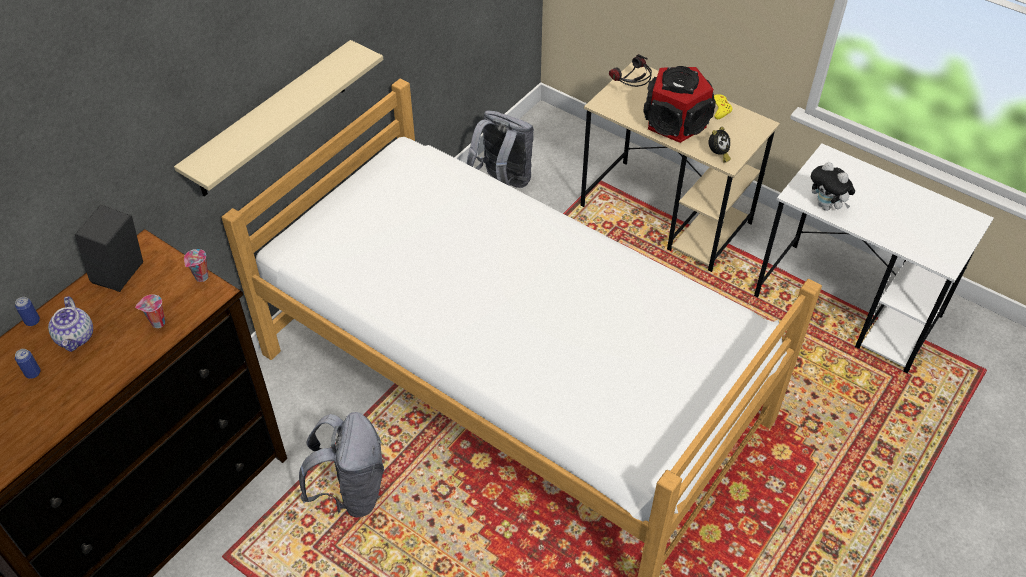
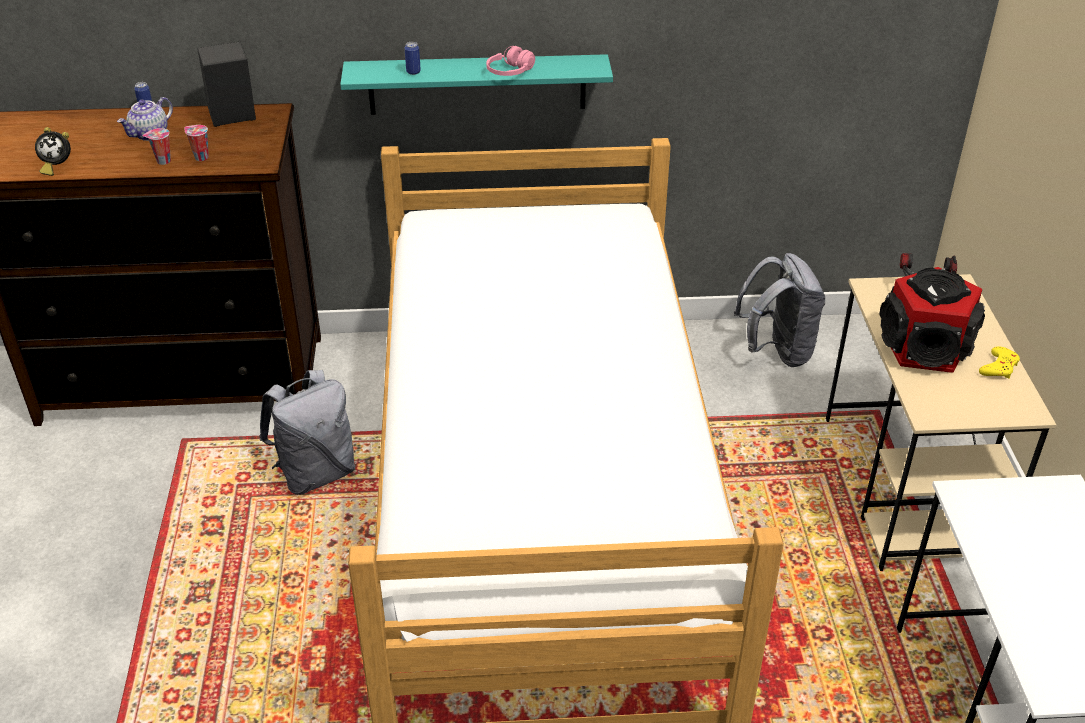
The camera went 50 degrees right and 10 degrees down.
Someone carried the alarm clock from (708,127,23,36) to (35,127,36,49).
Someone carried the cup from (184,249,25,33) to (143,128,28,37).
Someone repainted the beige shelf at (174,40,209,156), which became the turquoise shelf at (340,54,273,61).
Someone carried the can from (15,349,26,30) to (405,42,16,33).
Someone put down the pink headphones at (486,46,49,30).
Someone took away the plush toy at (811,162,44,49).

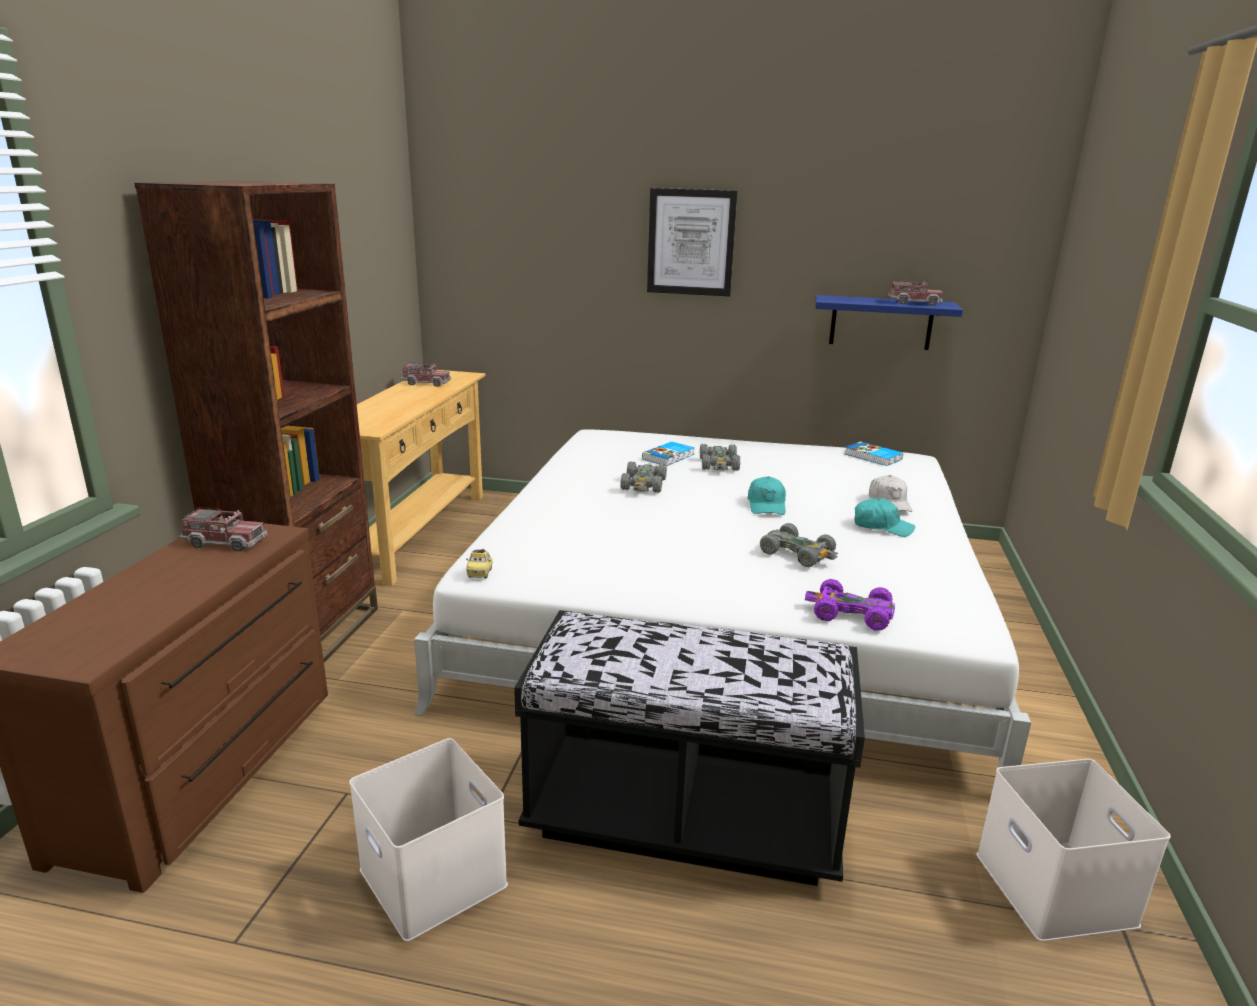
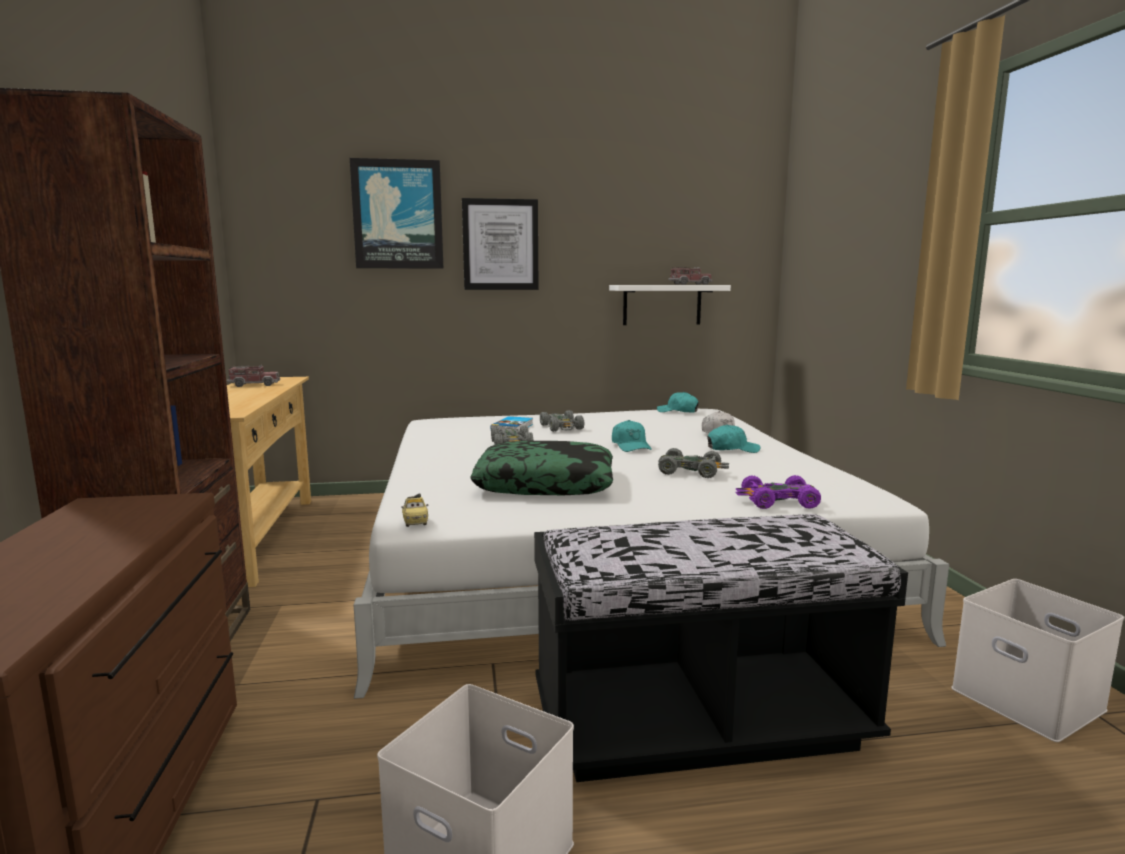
The camera went 20 degrees left and 10 degrees down.
Someone put up the picture at (350,158,94,111).
Someone put down the pillow at (470,441,143,54).
Someone repainted the blue shelf at (815,295,148,55), which became the white shelf at (609,285,122,40).
Someone swapped the book at (844,441,59,25) for the turquoise cap at (657,392,42,21).
Someone took away the toy truck at (180,507,88,45).

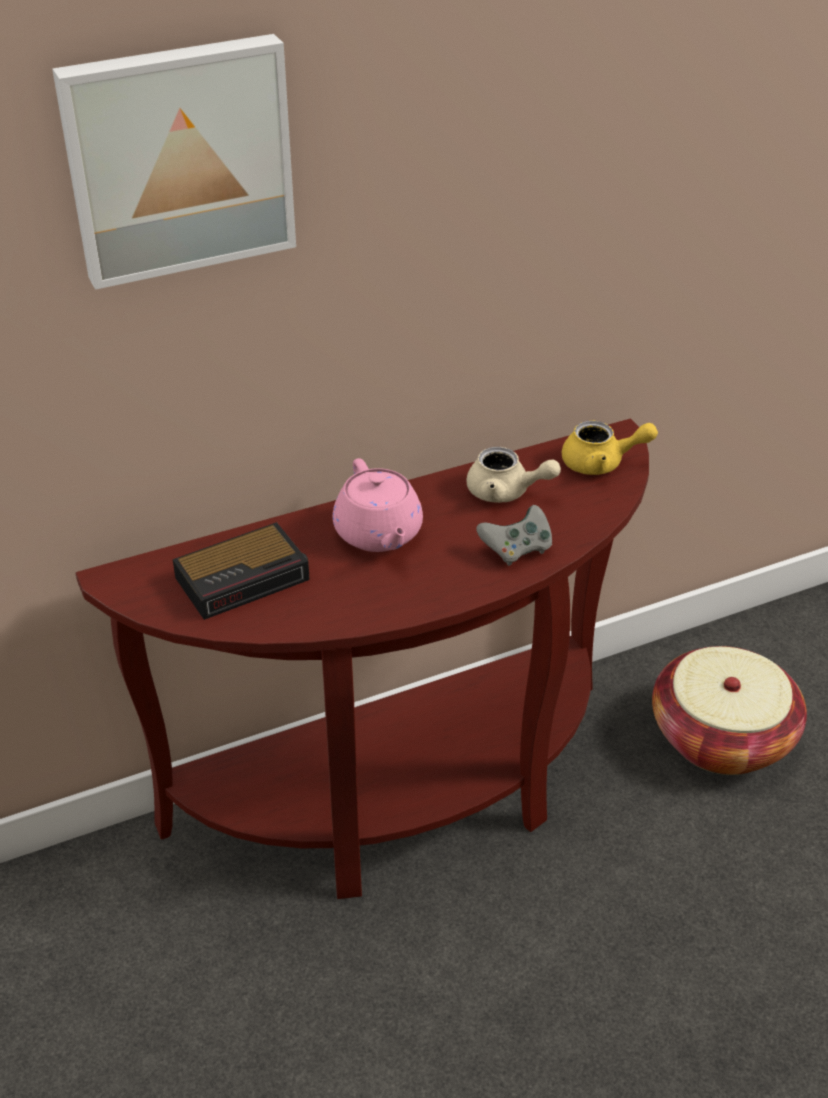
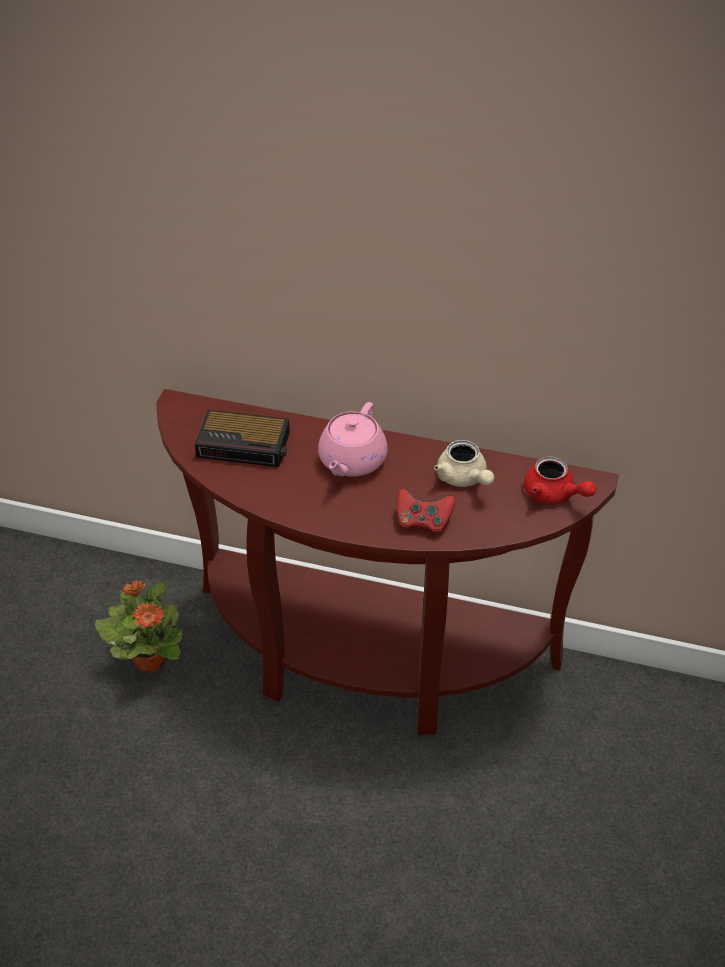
The camera went 40 degrees right and 5 degrees up.
Someone put down the potted plant at (95,580,87,92).
Someone repainted the grey game controller at (476,505,76,61), which became the red game controller at (397,489,58,45).
Someone repainted the yellow teapot at (562,421,96,54), which became the red teapot at (524,456,73,48).
Someone took away the picture at (52,34,244,256).
Someone took away the basket at (652,646,155,129).

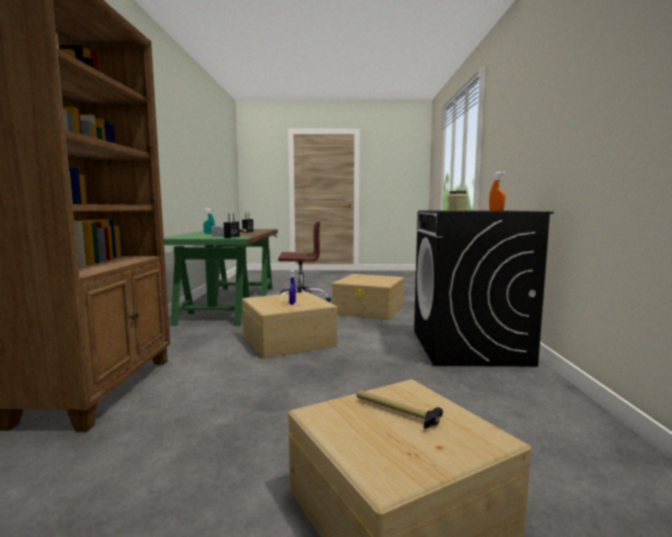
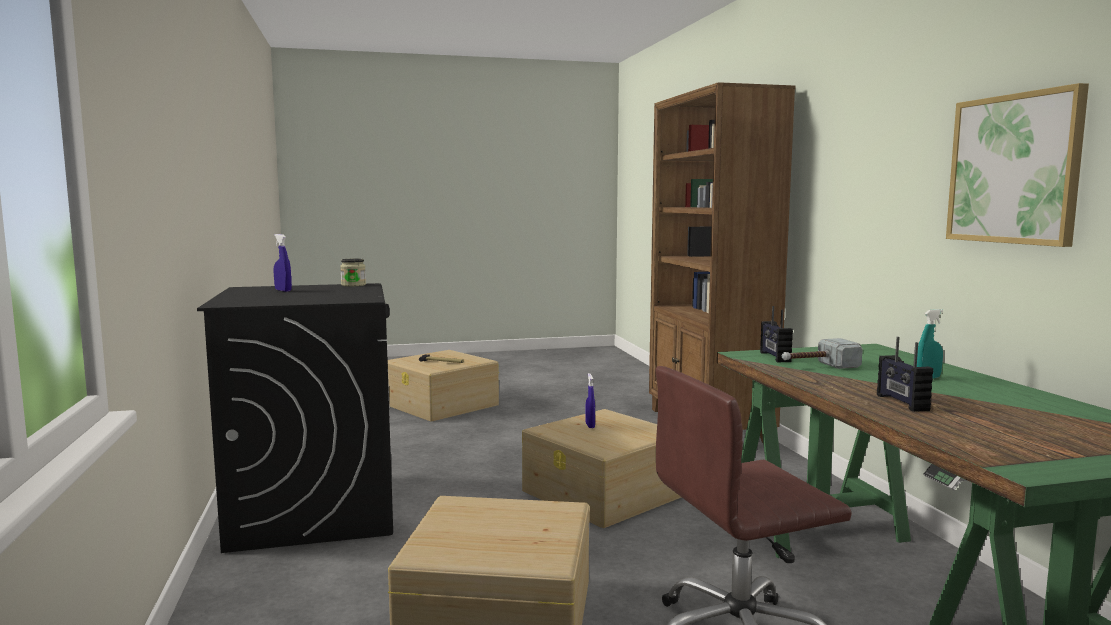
The camera went 165 degrees right and 0 degrees up.
Someone repainted the orange spray bottle at (489,172,16,39), which became the blue spray bottle at (273,234,19,58).
Someone put up the picture at (946,83,143,164).

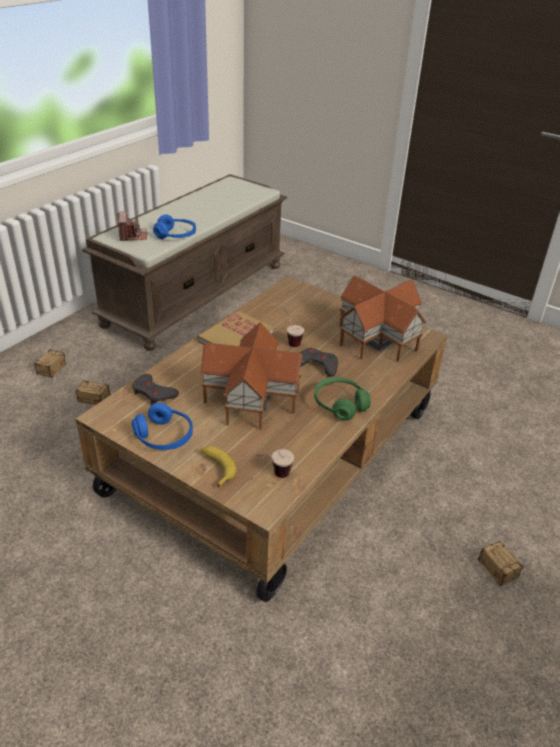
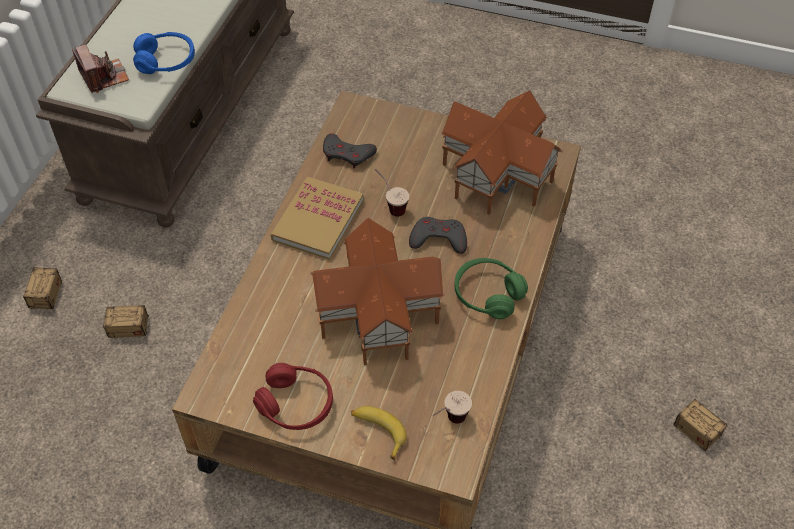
The camera went 15 degrees left and 15 degrees up.
Someone repainted the blue headphones at (132,403,61,47), which became the red headphones at (253,363,80,67).
Someone carried the grey game controller from (132,374,47,30) to (323,133,54,35).

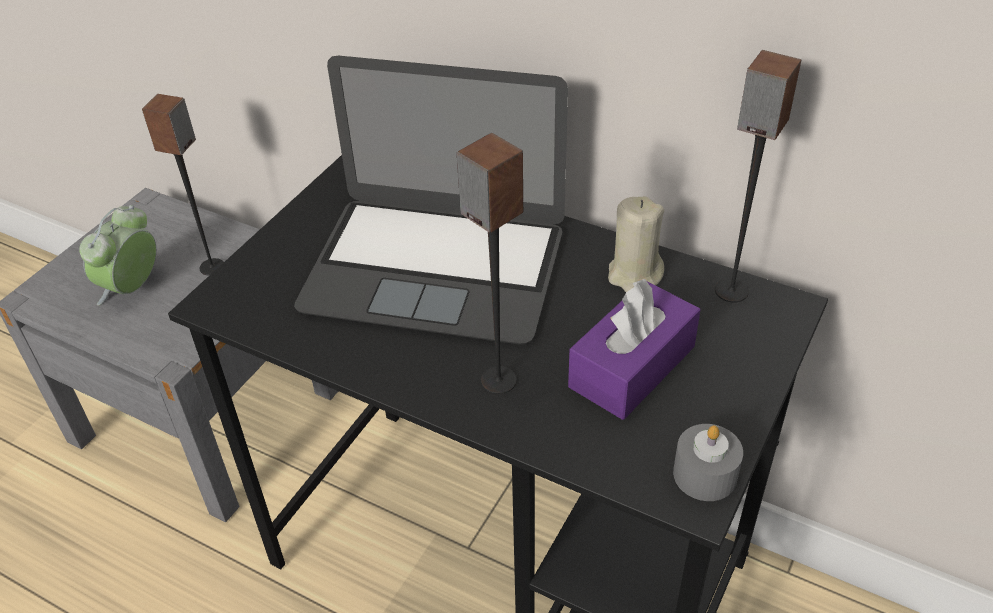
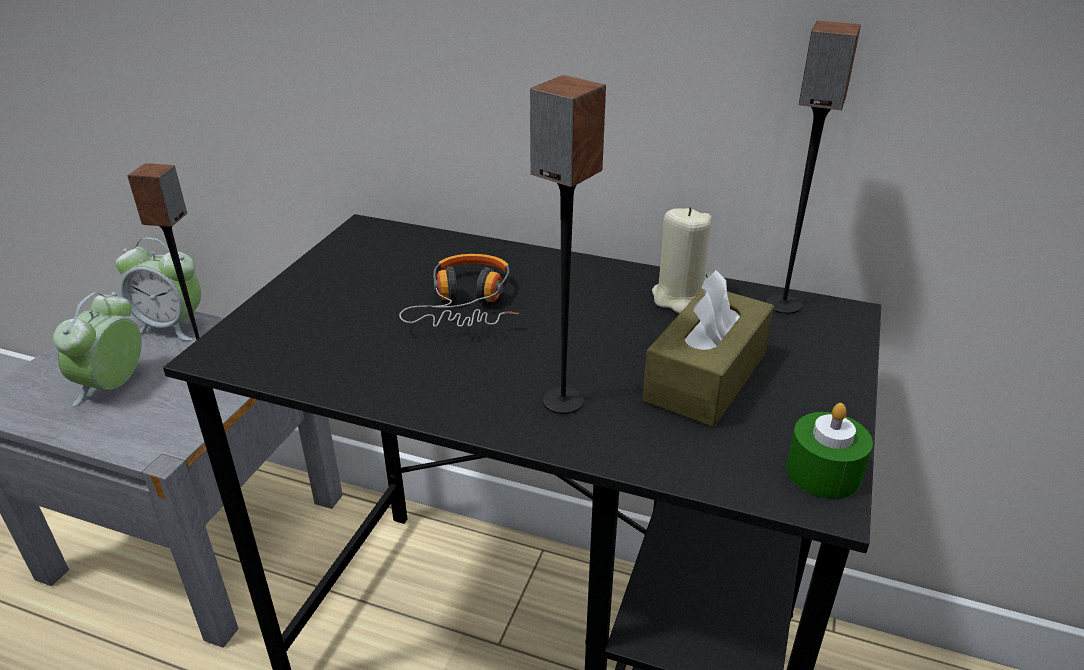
The camera went 10 degrees left and 10 degrees down.
Someone put down the alarm clock at (116,238,85,103).
Someone swapped the laptop at (294,56,274,288) for the headphones at (399,254,120,73).
Someone repainted the purple tissue box at (568,279,132,141), which became the brown tissue box at (643,269,131,158).
Someone repainted the grey candle at (673,424,70,77), which became the green candle at (786,403,87,96).

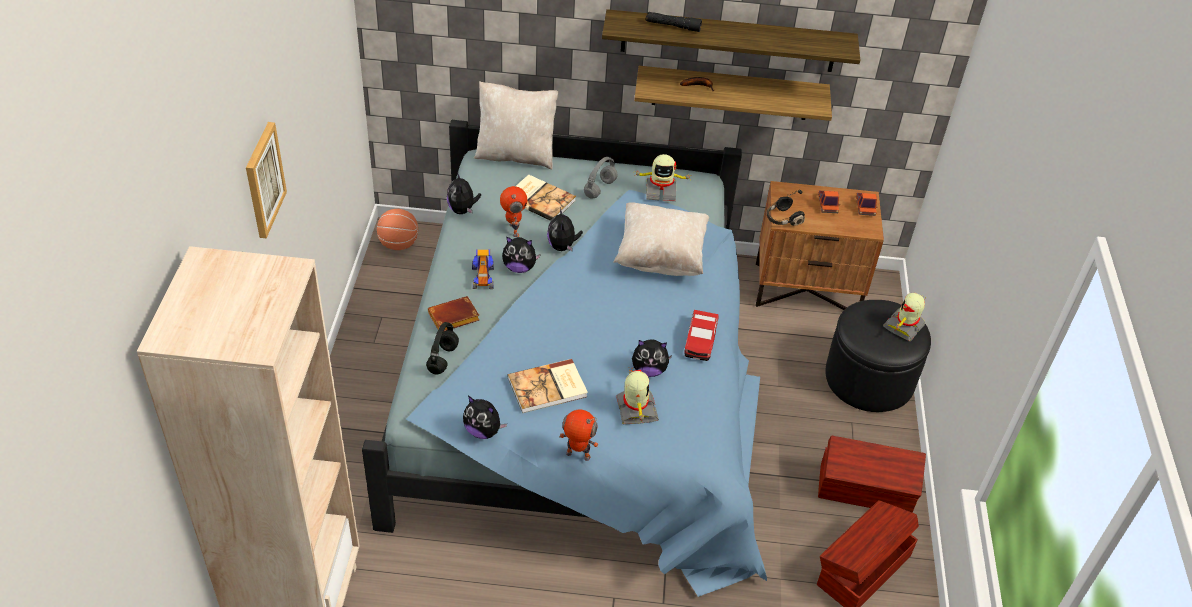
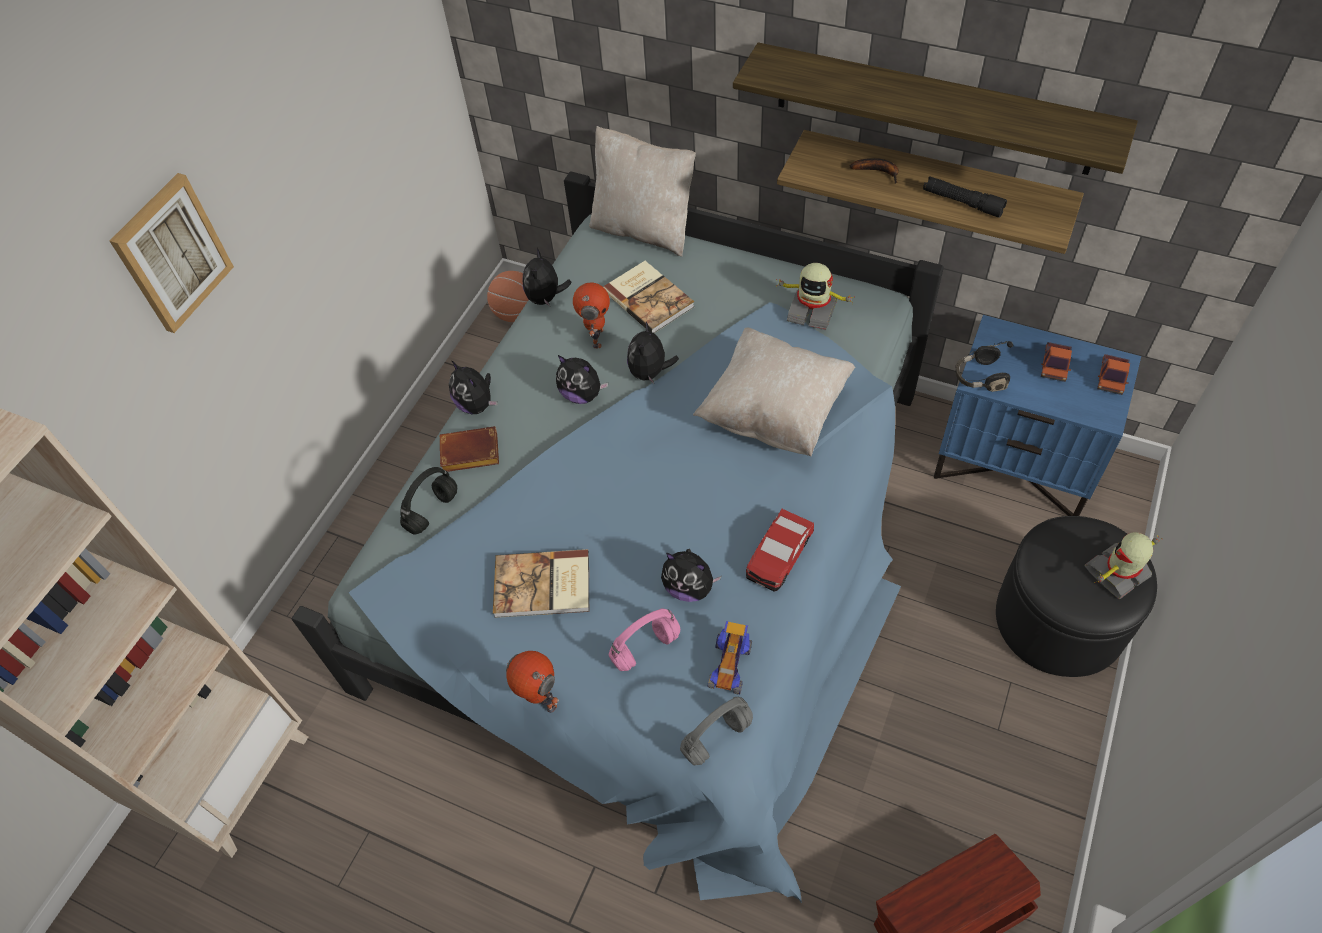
The camera went 25 degrees right and 10 degrees up.
Someone carried the plush toy from (463,396,44,43) to (449,361,49,53).
Someone swapped the toy robot at (616,369,43,55) for the pink headphones at (609,608,71,63).
Someone carried the grey headphones from (584,157,33,42) to (680,697,73,68).
Someone carried the toy car from (472,249,22,40) to (708,621,44,74).
Someone carried the black flashlight from (646,12,56,20) to (923,176,84,42).
Someone repainted the brown nightstand at (756,181,128,129), which became the blue nightstand at (934,315,207,201).
Someone took away the brown storage box at (818,436,108,77).

